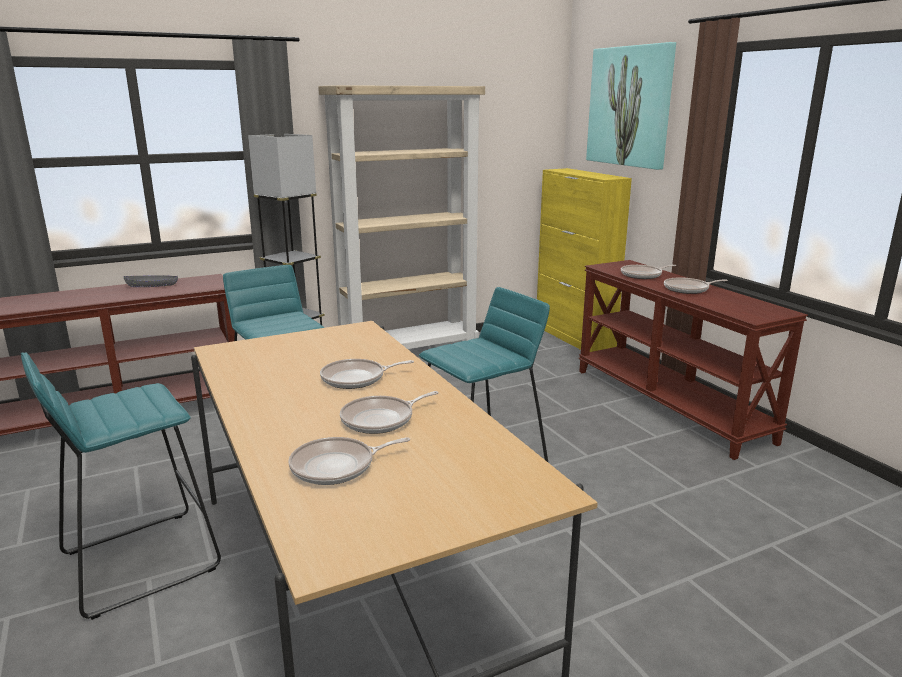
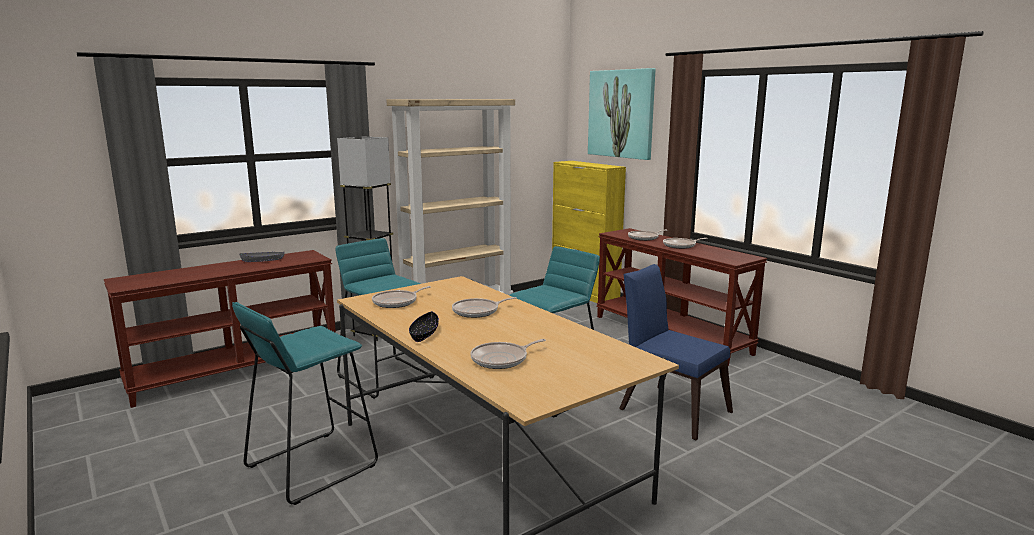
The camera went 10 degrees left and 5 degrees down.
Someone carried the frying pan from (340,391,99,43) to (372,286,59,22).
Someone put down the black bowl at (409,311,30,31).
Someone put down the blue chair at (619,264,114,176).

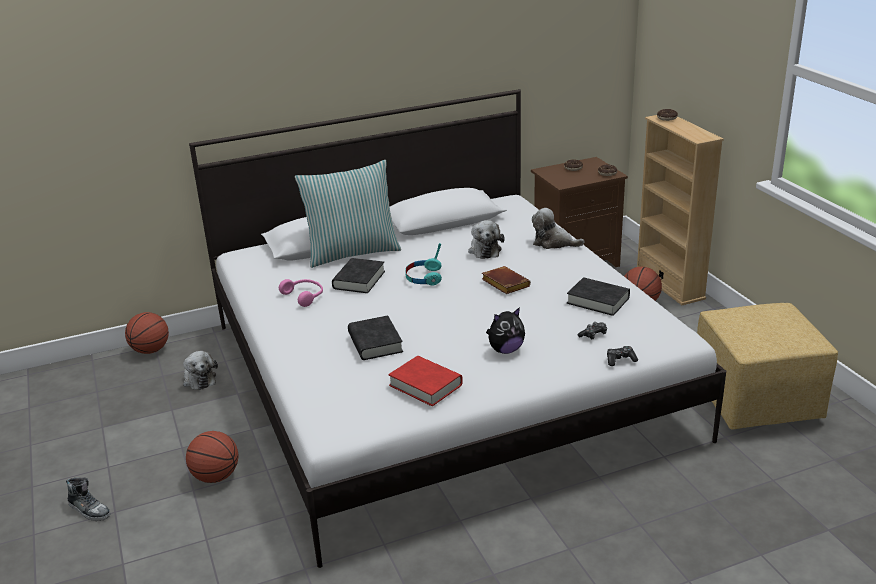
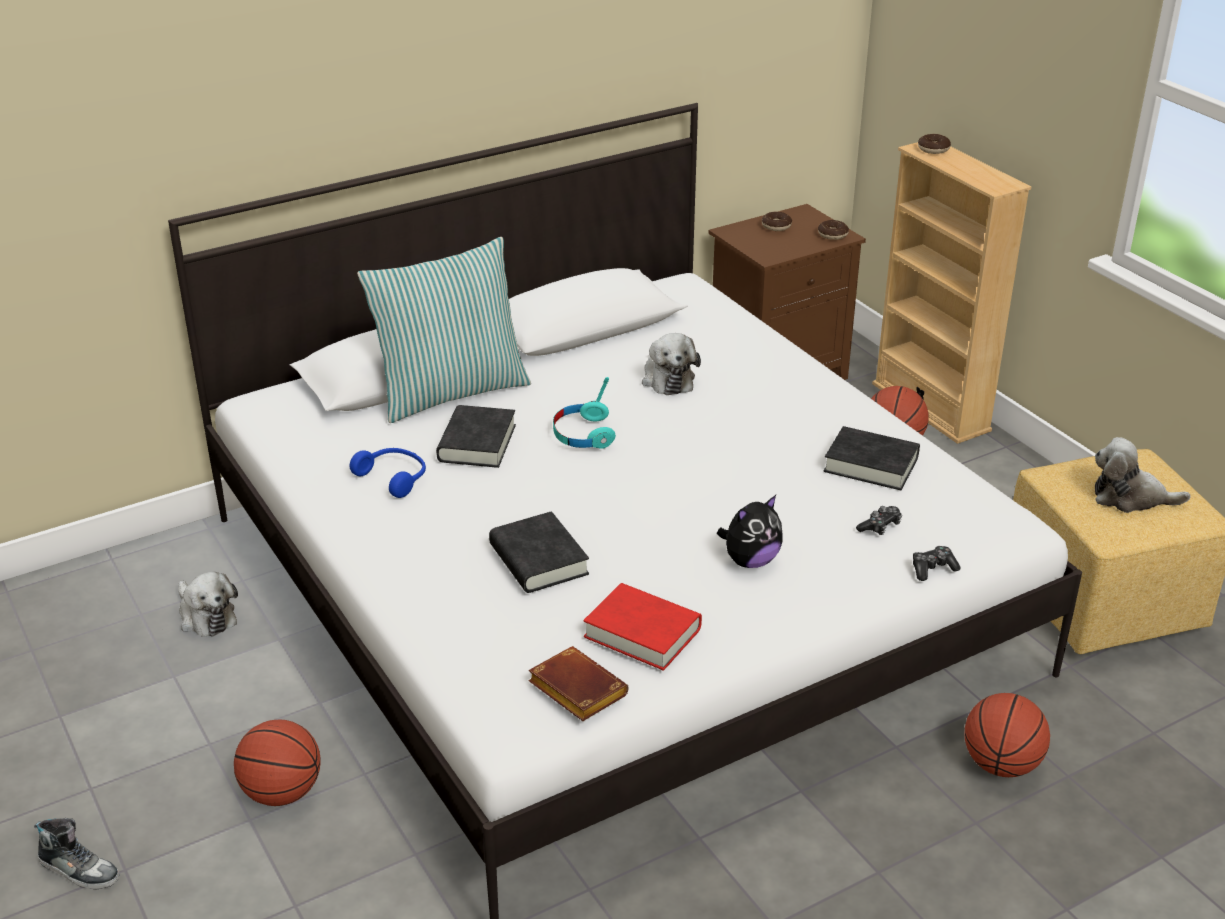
The camera went 10 degrees left and 5 degrees up.
Someone repainted the pink headphones at (279,279,44,28), which became the blue headphones at (350,448,76,50).
Someone carried the brown book from (482,266,49,28) to (528,646,101,75).
Someone carried the basketball from (125,312,44,42) to (964,693,86,84).
Someone carried the plush toy from (532,208,52,41) to (1095,437,96,76).

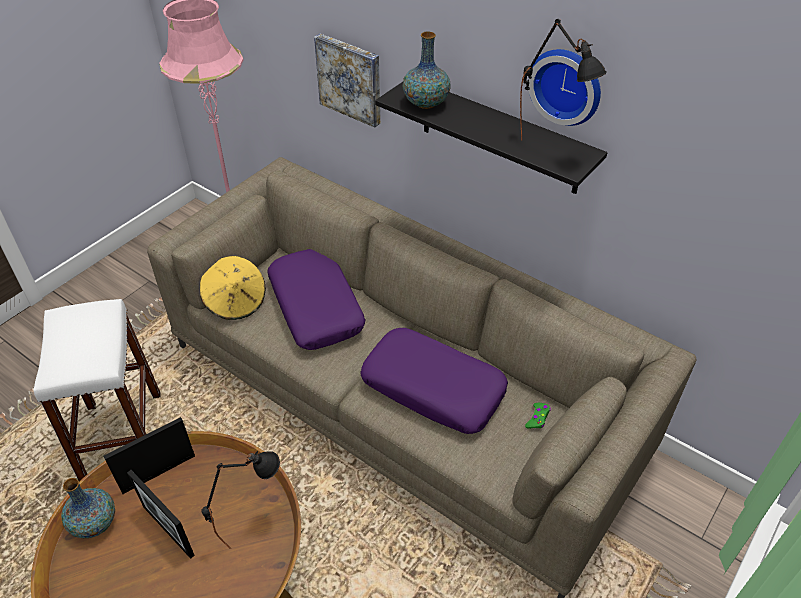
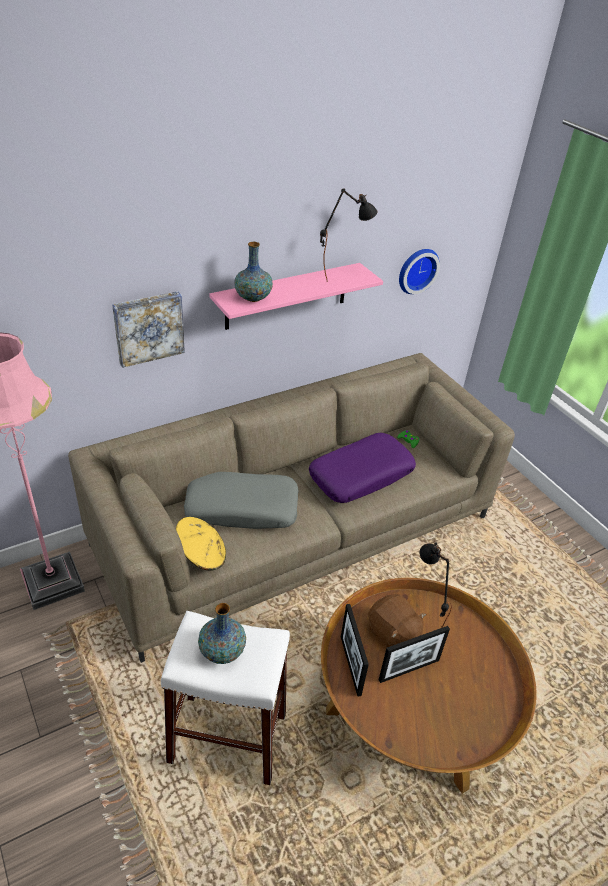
The camera went 70 degrees left and 5 degrees down.
Someone repainted the purple pillow at (267,249,98,101), which became the grey pillow at (184,472,115,57).
Someone carried the vase from (61,478,54,60) to (198,603,48,61).
Someone repainted the black shelf at (375,82,233,112), which became the pink shelf at (209,263,174,67).
Someone put down the brown plush toy at (368,594,58,54).
Someone carried the wall clock from (528,49,73,77) to (399,249,41,45).

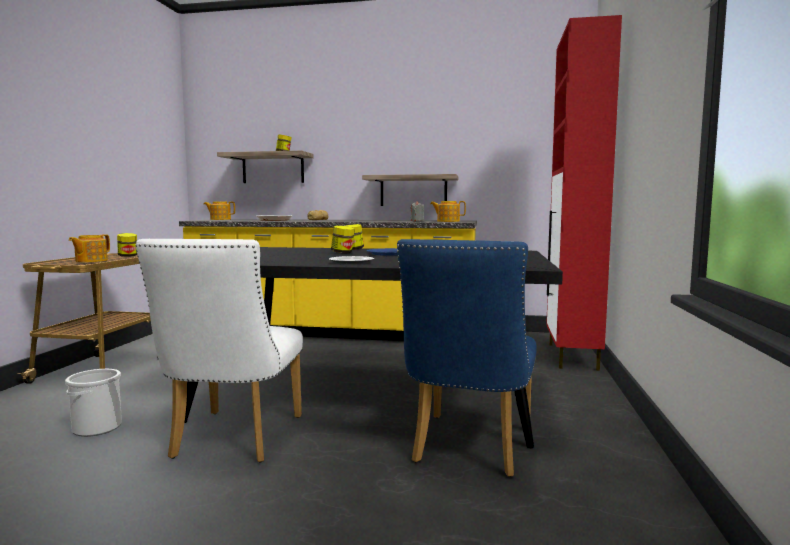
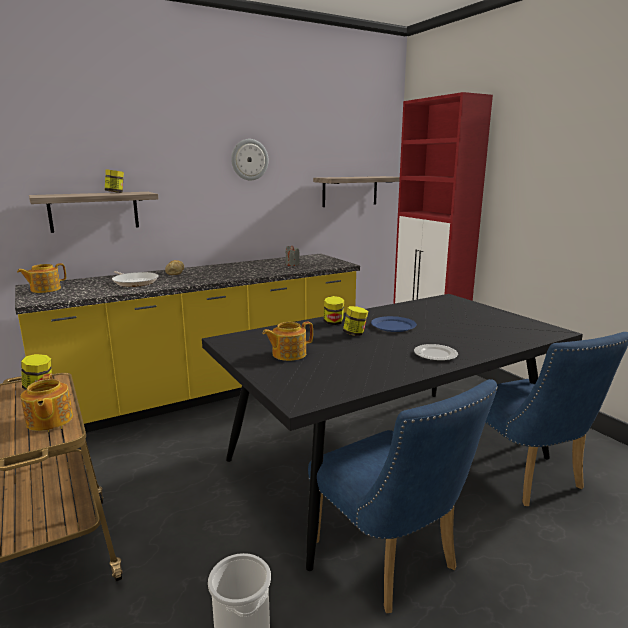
The camera went 40 degrees left and 10 degrees up.
Someone put up the wall clock at (231,139,37,42).
Someone carried the teapot from (430,201,36,21) to (262,322,51,39).
Someone repainted the white chair at (136,239,167,224), which became the blue chair at (308,379,190,234).
Someone carried the shelf from (362,174,96,32) to (313,176,87,31).

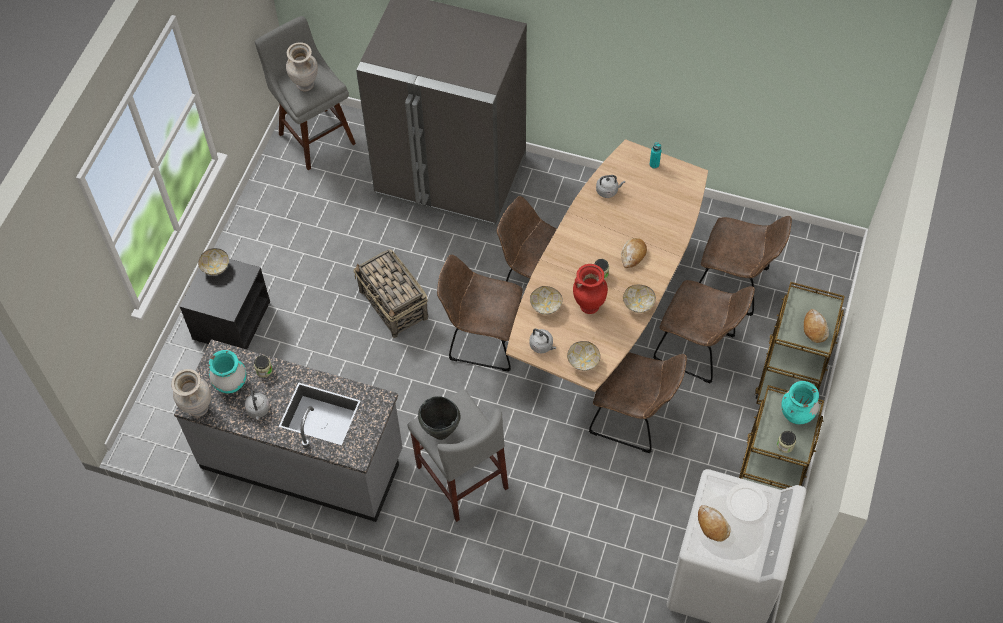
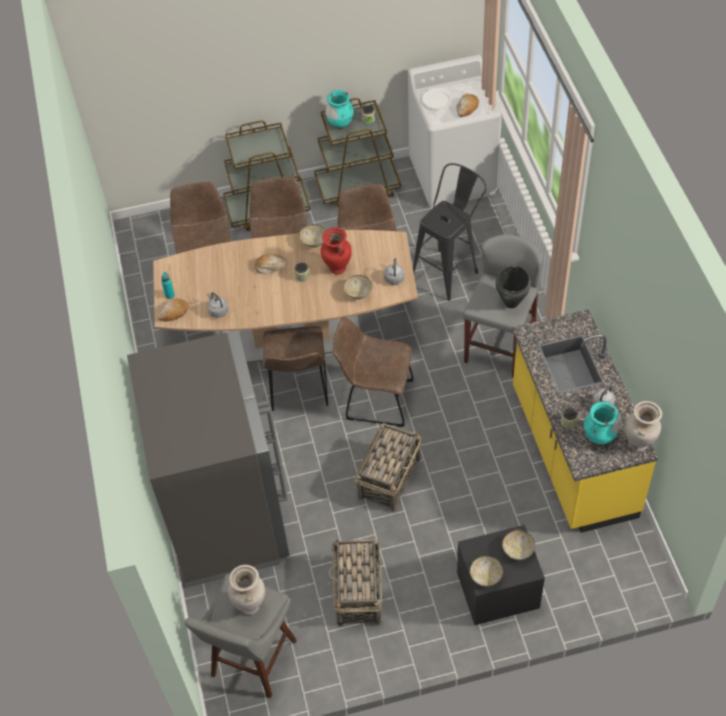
The camera went 120 degrees left and 5 degrees down.
Someone carried the bread from (804,309,25,34) to (158,298,30,23).
Someone put down the basket at (328,539,54,87).
Someone rotated the brown chair at (437,255,86,117) by 120 degrees clockwise.
Someone put down the black stool at (413,163,74,138).
Someone carried the bowl from (567,341,33,30) to (502,530,33,30).
Someone repainted the grey counter at (174,339,229,183), which became the yellow counter at (512,309,146,224).

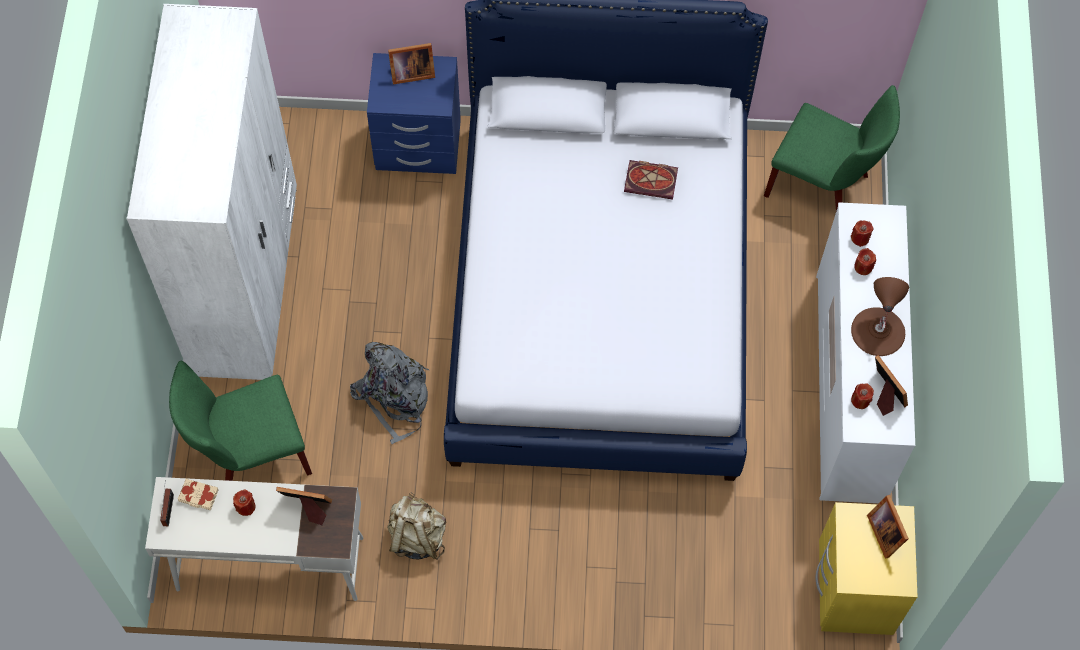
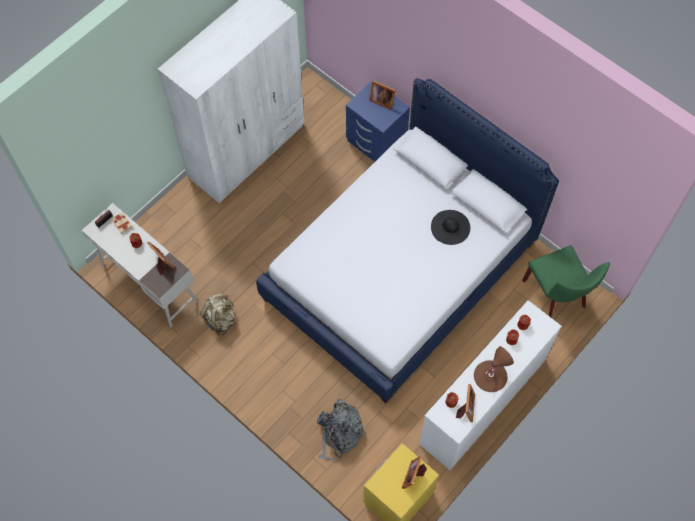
The camera went 40 degrees right and 0 degrees up.
Someone carried the grey backpack from (350,342,79,102) to (317,399,49,61).
Someone swapped the book at (624,160,54,39) for the black hat at (431,210,39,35).
Someone took away the green chair at (169,361,143,120).

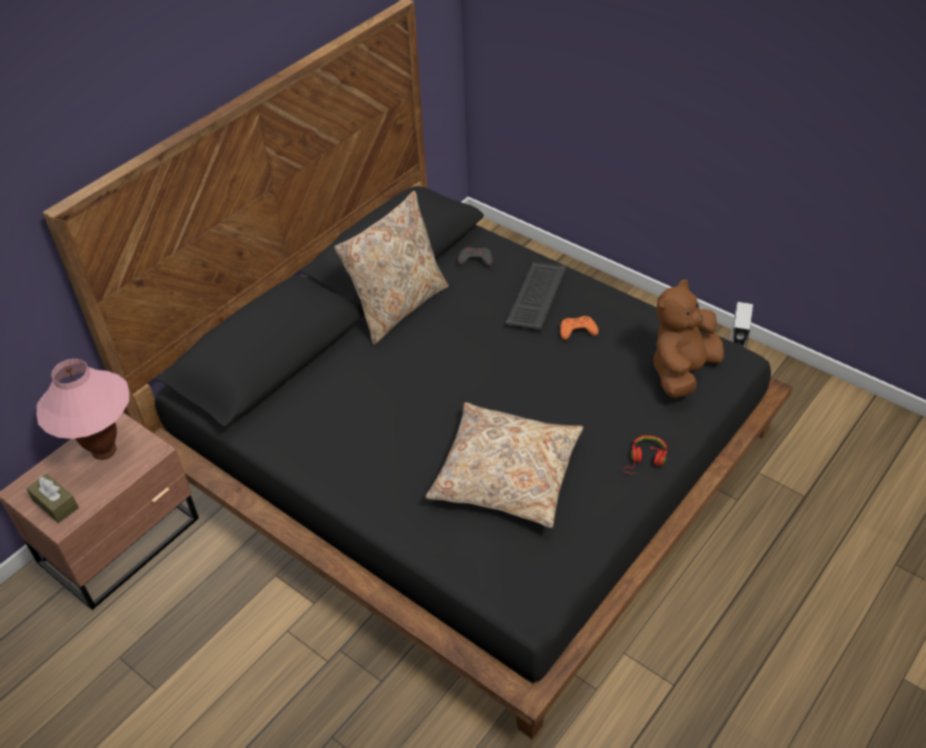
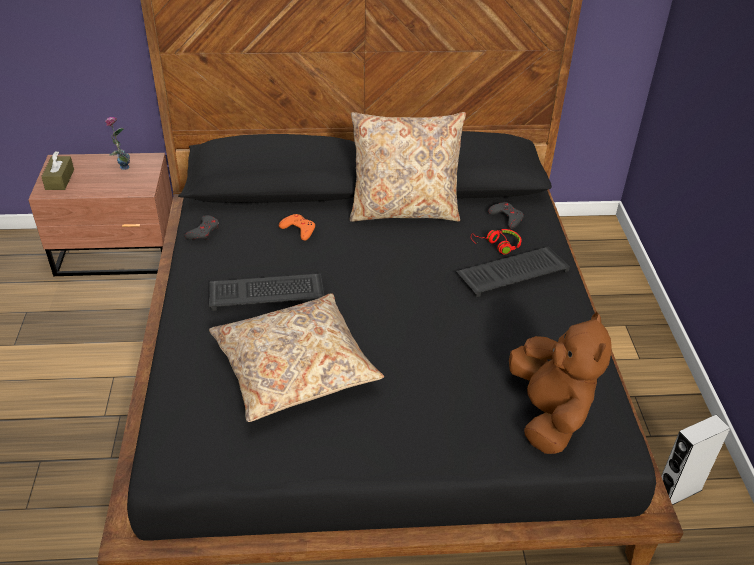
The camera went 45 degrees right and 5 degrees down.
Someone swapped the pink table lamp at (37,359,92,101) for the vase at (105,117,25,53).
Someone put down the grey game controller at (184,215,35,25).
Someone put down the keyboard at (209,273,115,38).
Someone carried the orange game controller from (560,316,39,24) to (279,214,36,27).
Someone carried the red headphones from (623,435,44,39) to (471,229,51,25).
Someone rotated the brown plush toy at (653,280,71,118) by 90 degrees clockwise.

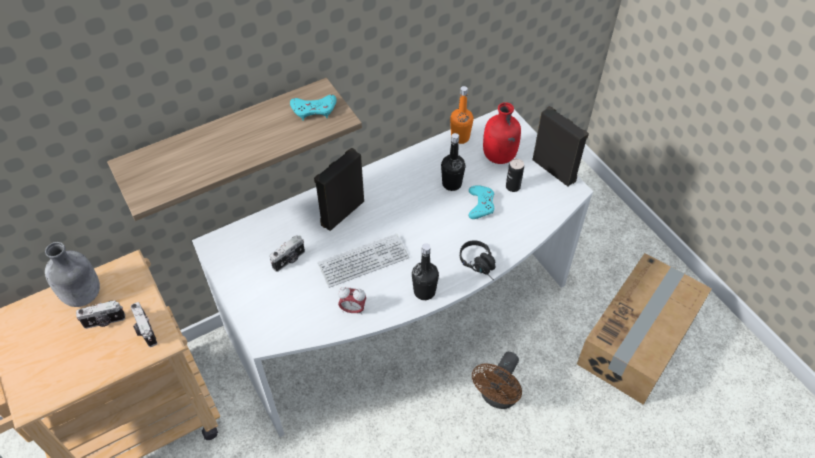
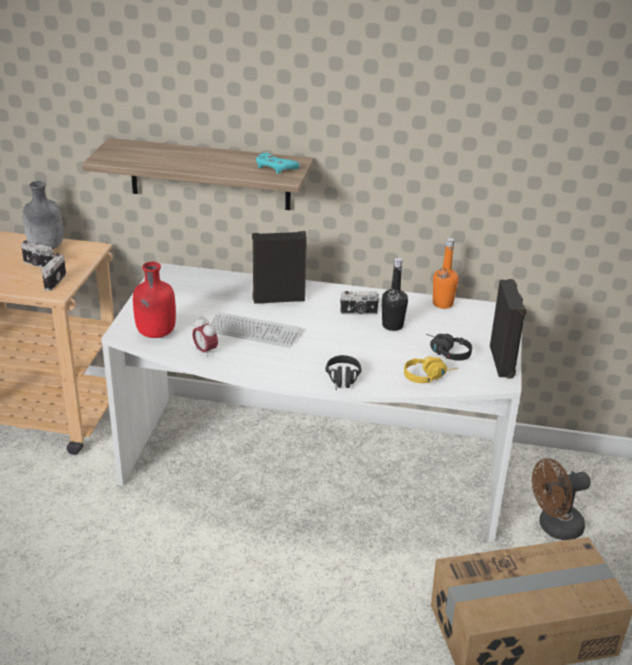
The camera went 40 degrees right and 20 degrees down.
Someone carried the red bottle from (483,102,38,62) to (133,262,43,76).
Someone carried the photo camera from (270,235,35,37) to (340,291,40,24).
Someone put down the yellow headphones at (404,356,54,27).
Someone swapped the can at (506,159,18,33) for the black headphones at (426,334,46,27).
Someone carried the brown fan from (472,352,50,57) to (532,458,59,82).
Someone took away the black bottle at (412,244,27,56).
Someone took away the turquoise game controller at (468,185,27,34).

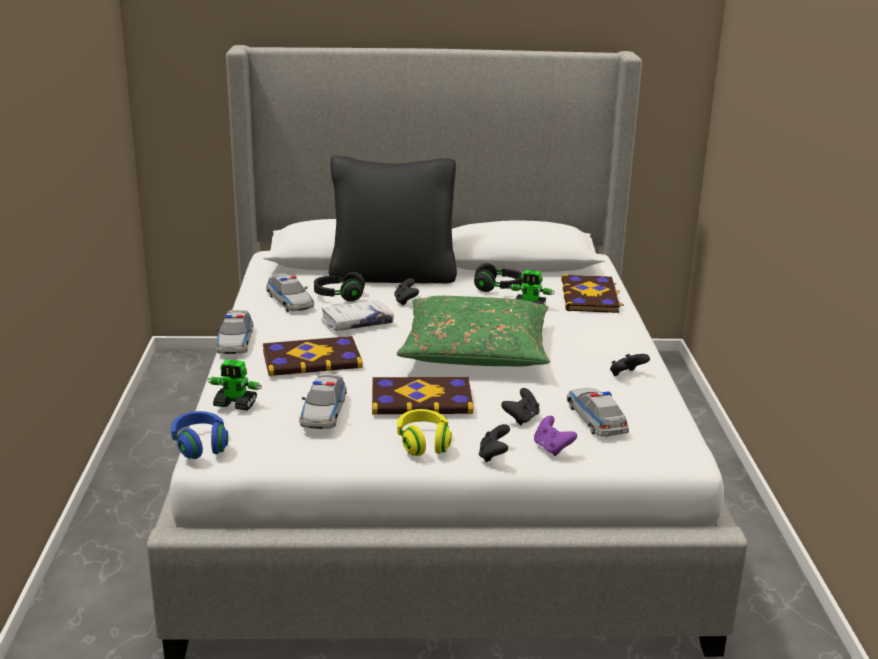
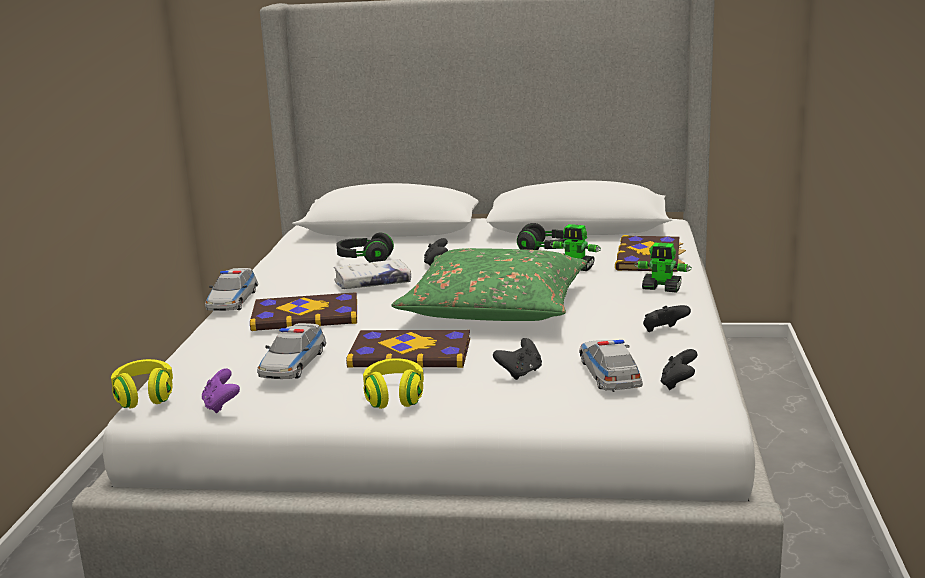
The camera went 10 degrees right and 5 degrees down.
Someone repainted the blue headphones at (171,411,57,48), which became the yellow headphones at (111,359,62,49).
Someone carried the purple game controller from (534,416,43,40) to (202,368,38,45).
Someone carried the toy robot from (207,359,55,52) to (634,243,58,50).
Someone carried the black game controller from (479,424,31,38) to (661,349,36,41).
Someone took away the toy car at (266,274,48,38).
Someone took away the black pillow at (328,156,129,128).

